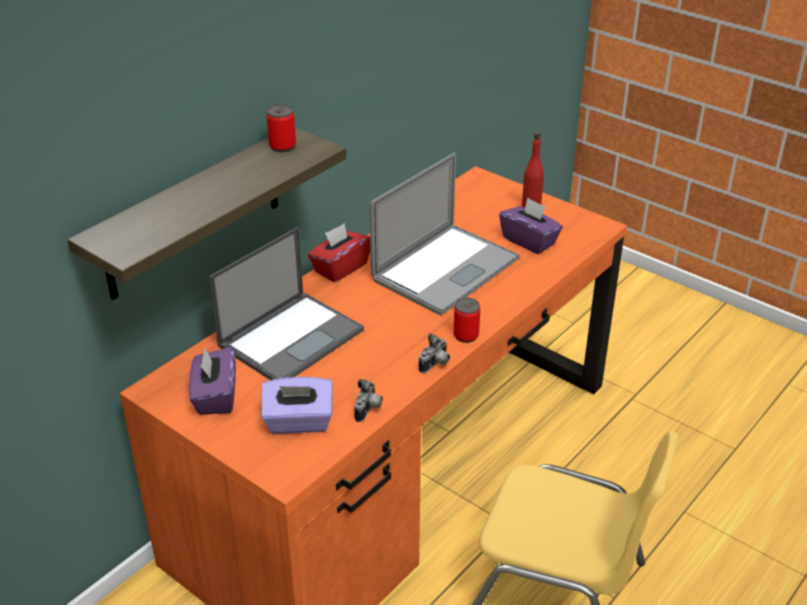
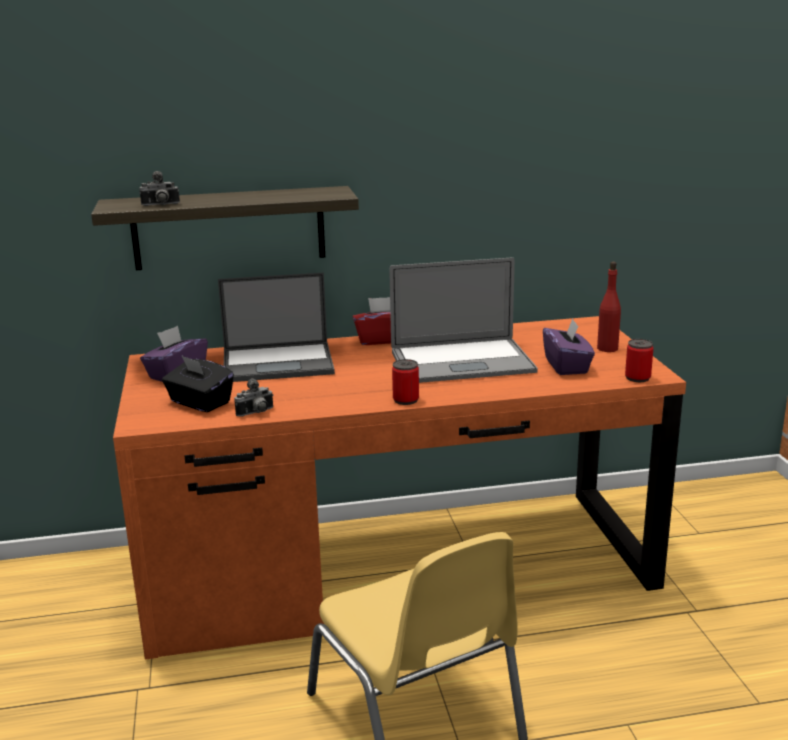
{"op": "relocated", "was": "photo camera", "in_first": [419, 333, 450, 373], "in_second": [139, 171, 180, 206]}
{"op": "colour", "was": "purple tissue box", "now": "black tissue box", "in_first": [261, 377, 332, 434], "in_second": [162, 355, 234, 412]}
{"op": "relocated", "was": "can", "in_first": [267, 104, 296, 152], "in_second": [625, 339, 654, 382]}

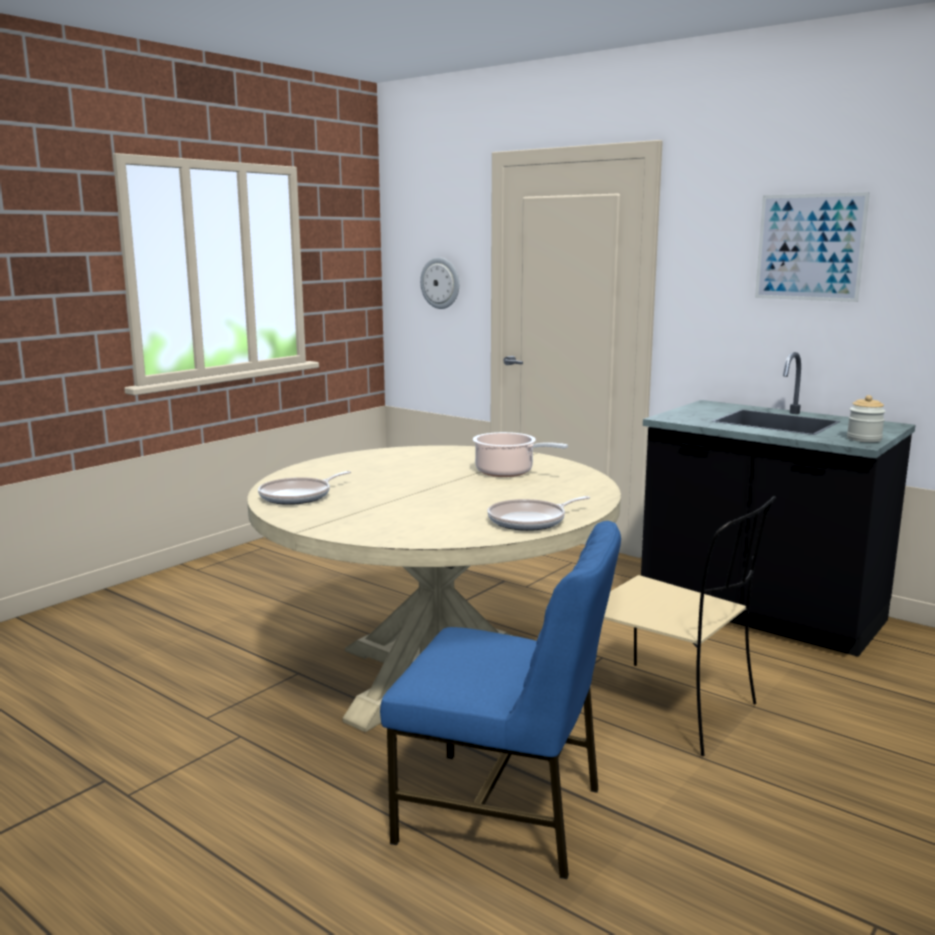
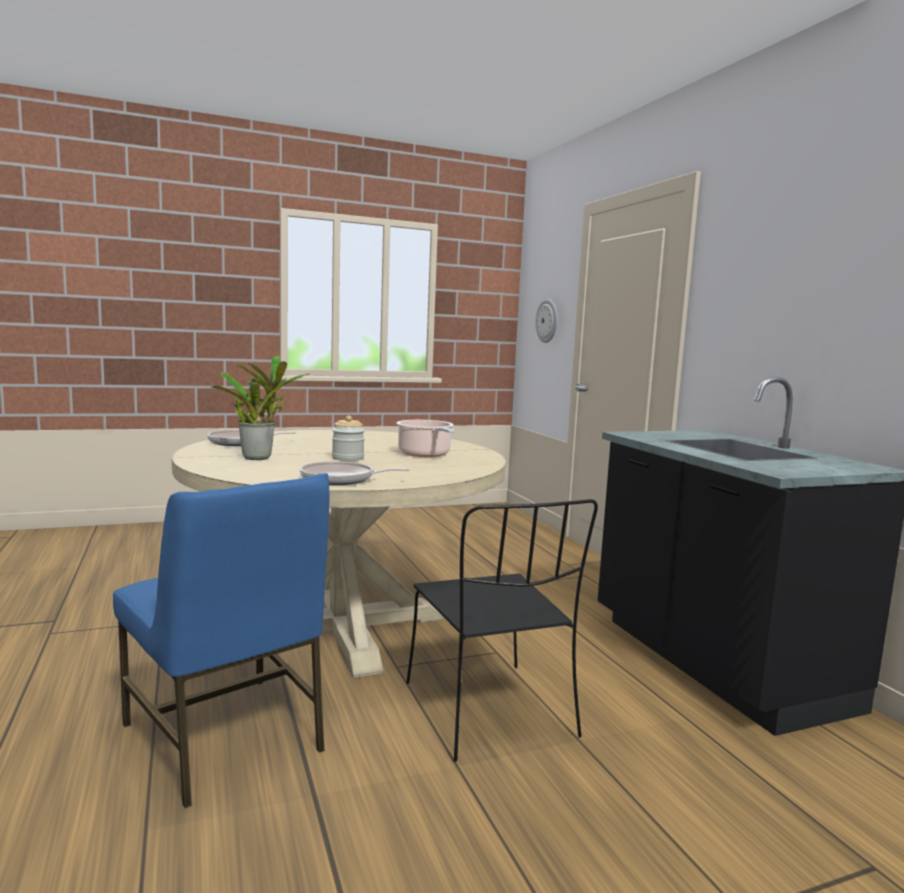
{"op": "appeared", "now": "potted plant", "in_second": [210, 355, 310, 460]}
{"op": "relocated", "was": "jar", "in_first": [847, 395, 886, 442], "in_second": [332, 415, 365, 461]}
{"op": "colour", "was": "beige chair", "now": "black chair", "in_first": [604, 496, 776, 756], "in_second": [406, 499, 598, 762]}
{"op": "missing", "was": "picture", "in_first": [755, 192, 870, 302]}

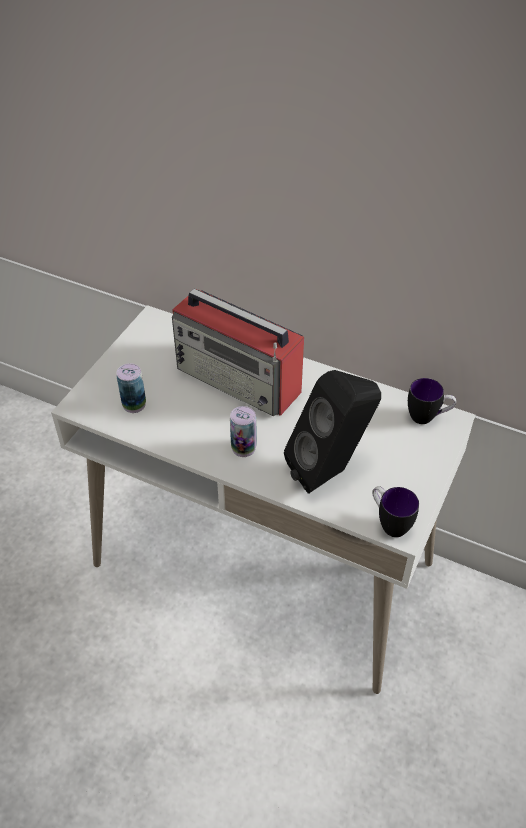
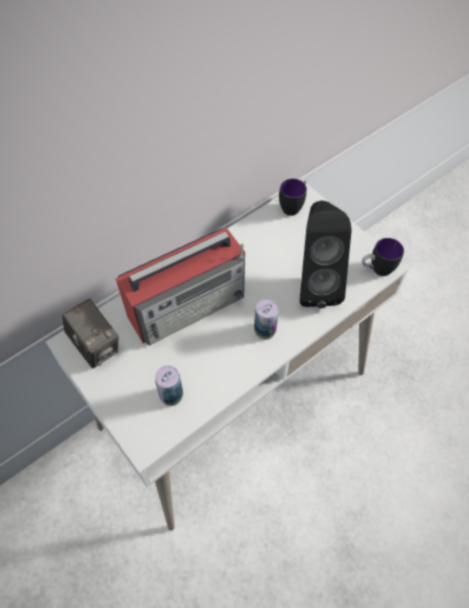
{"op": "appeared", "now": "photo camera", "in_second": [62, 299, 119, 368]}

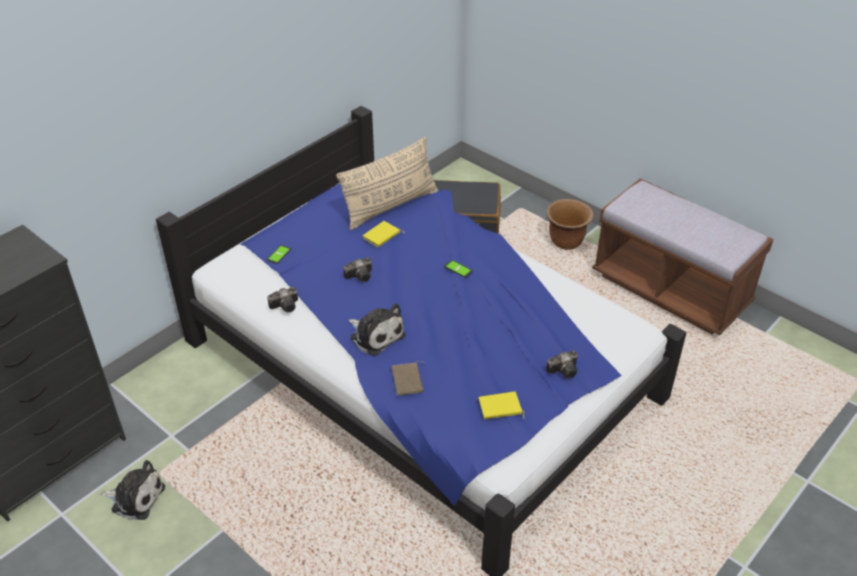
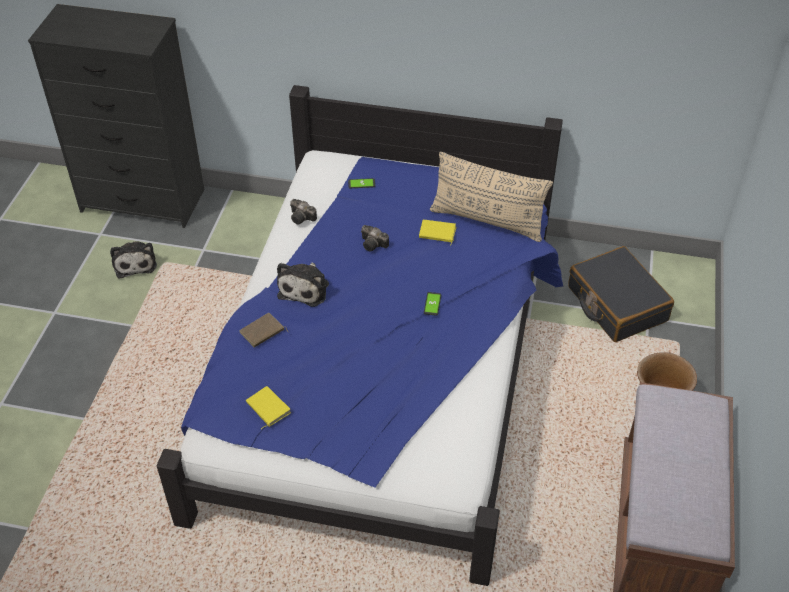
{"op": "missing", "was": "photo camera", "in_first": [546, 350, 578, 378]}

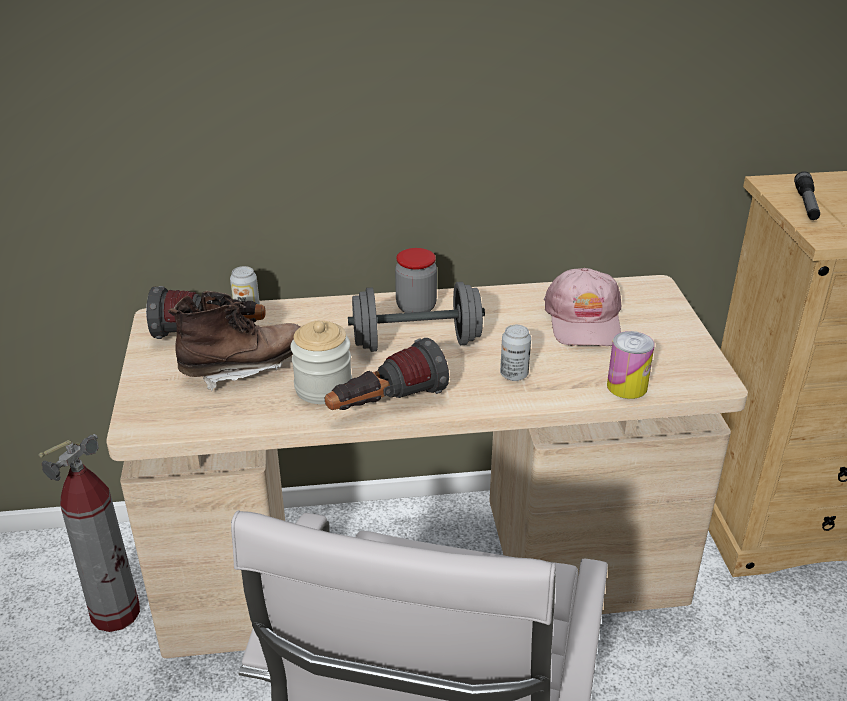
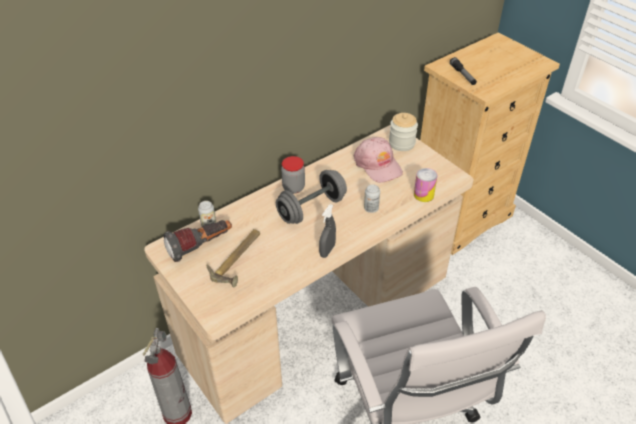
{"op": "exchanged", "was": "brown boot", "now": "hammer", "in_first": [168, 291, 300, 391], "in_second": [206, 229, 260, 288]}
{"op": "exchanged", "was": "flashlight", "now": "grey spray bottle", "in_first": [325, 338, 449, 410], "in_second": [319, 204, 336, 258]}
{"op": "relocated", "was": "jar", "in_first": [290, 321, 352, 404], "in_second": [389, 113, 418, 151]}

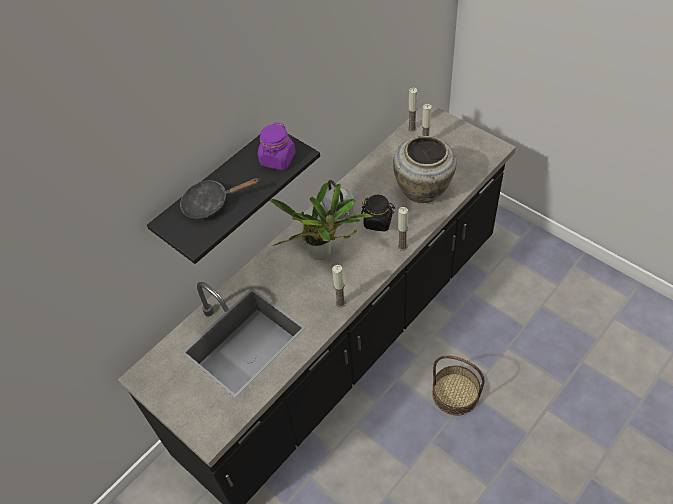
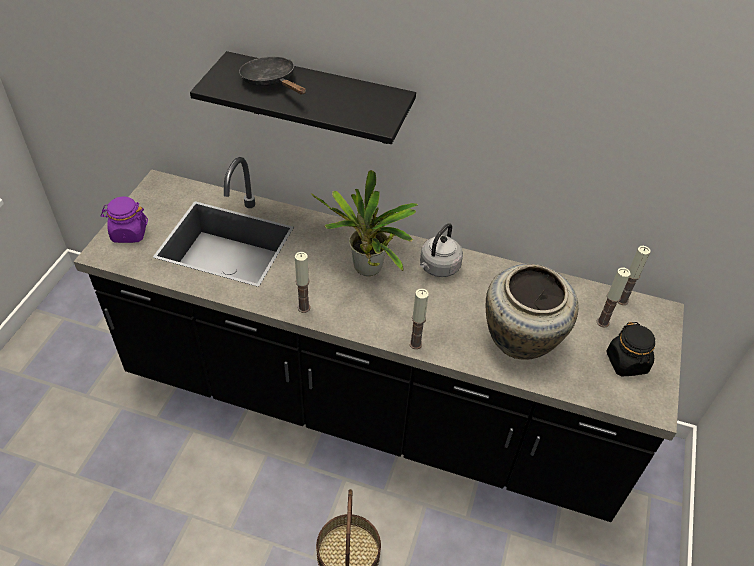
{"op": "relocated", "was": "purple jar", "in_first": [258, 122, 296, 170], "in_second": [100, 197, 148, 243]}
{"op": "relocated", "was": "black jar", "in_first": [361, 195, 395, 232], "in_second": [606, 322, 655, 376]}

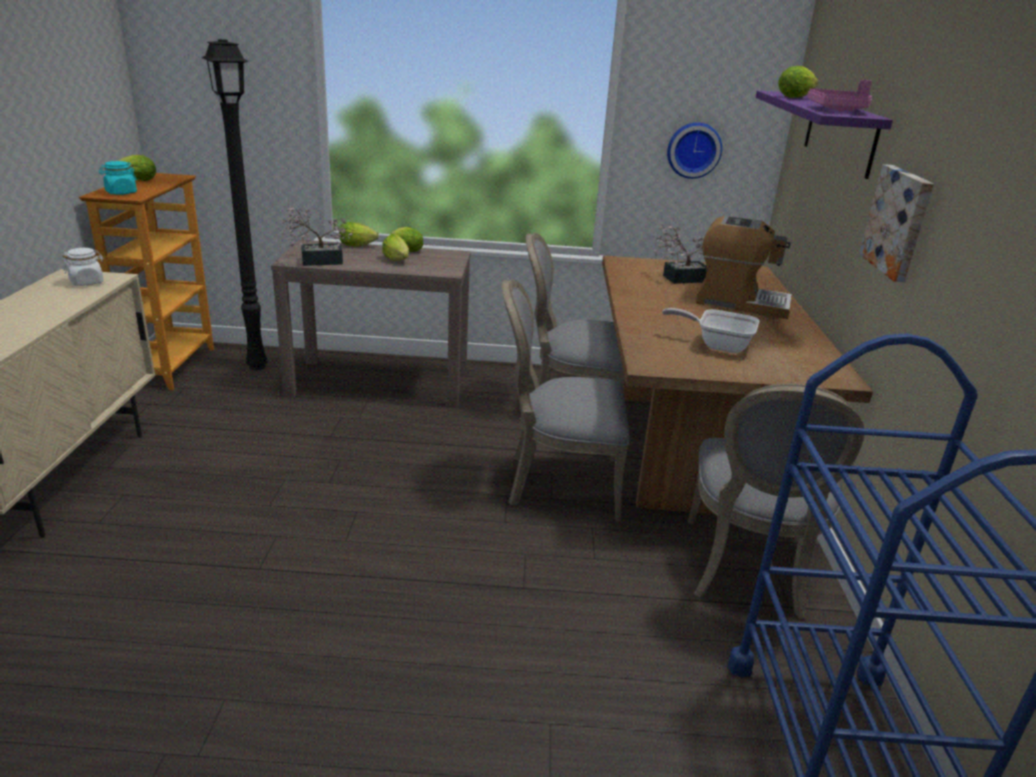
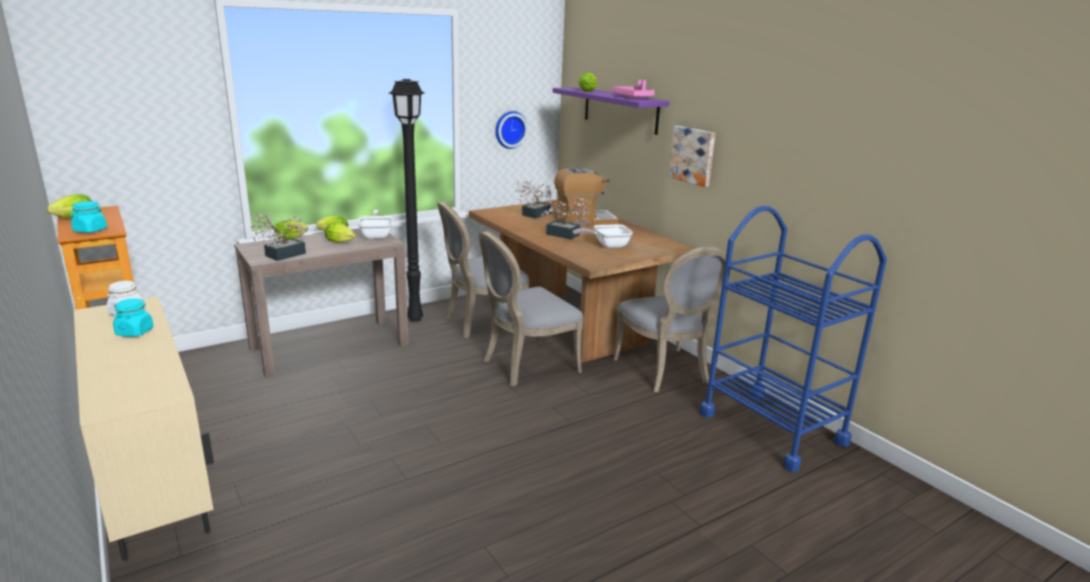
{"op": "appeared", "now": "turquoise jar", "in_second": [113, 298, 154, 337]}
{"op": "appeared", "now": "frying pan", "in_second": [358, 210, 392, 239]}
{"op": "relocated", "was": "black floor lamp", "in_first": [202, 39, 268, 370], "in_second": [389, 79, 424, 322]}
{"op": "appeared", "now": "potted plant", "in_second": [541, 198, 591, 239]}

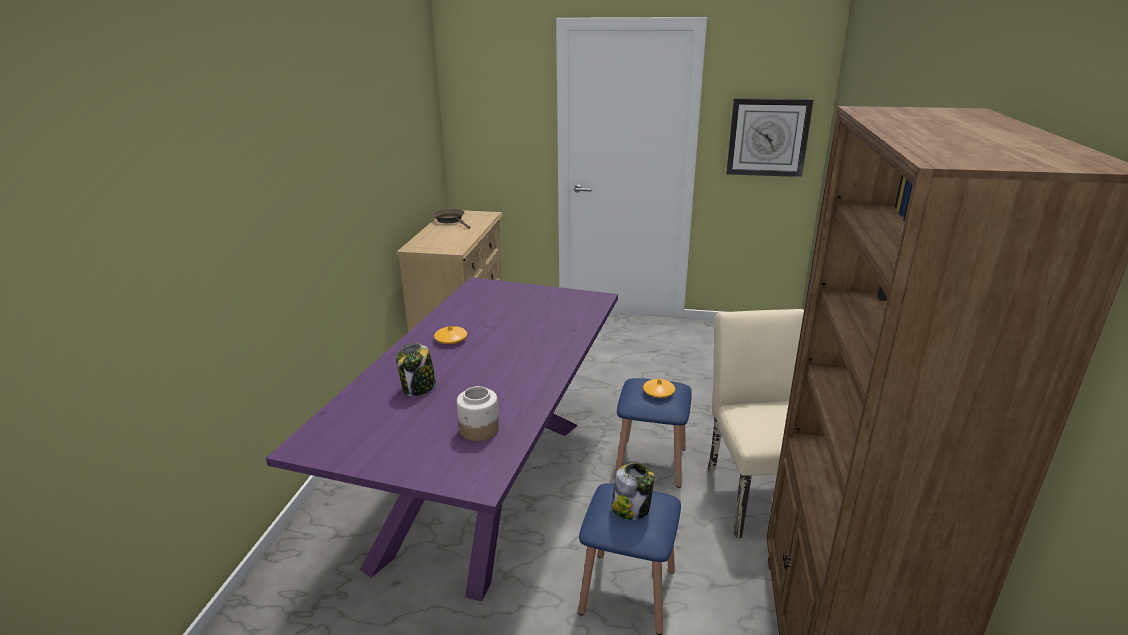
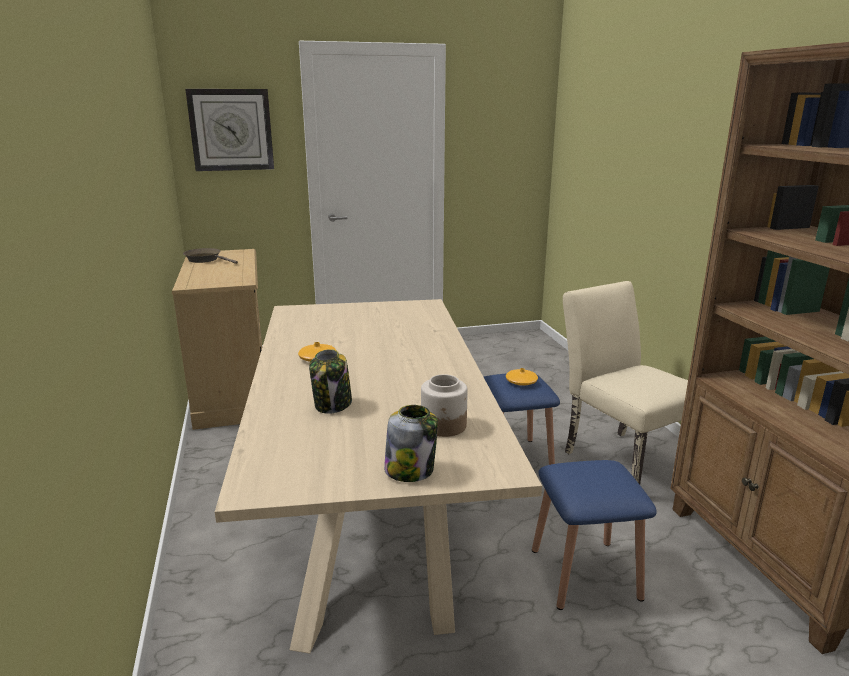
{"op": "relocated", "was": "wall clock", "in_first": [726, 98, 813, 177], "in_second": [185, 89, 274, 171]}
{"op": "colour", "was": "purple dining table", "now": "beige dining table", "in_first": [266, 277, 618, 601], "in_second": [215, 299, 542, 653]}
{"op": "relocated", "was": "jar", "in_first": [611, 463, 654, 520], "in_second": [384, 405, 438, 482]}

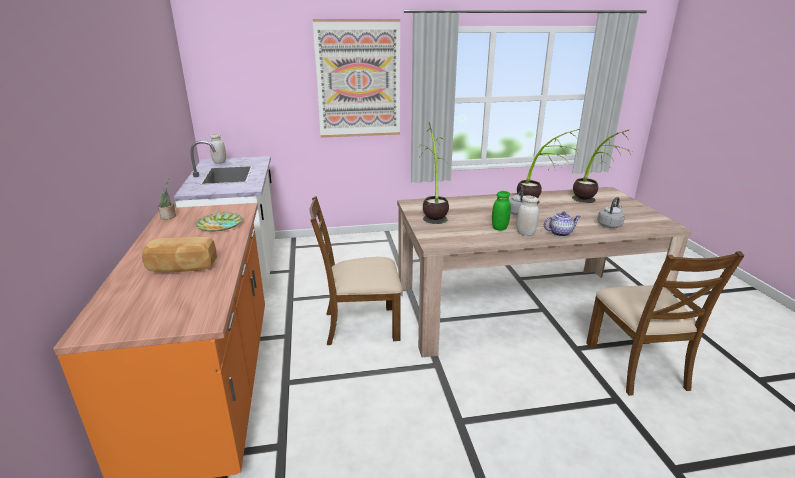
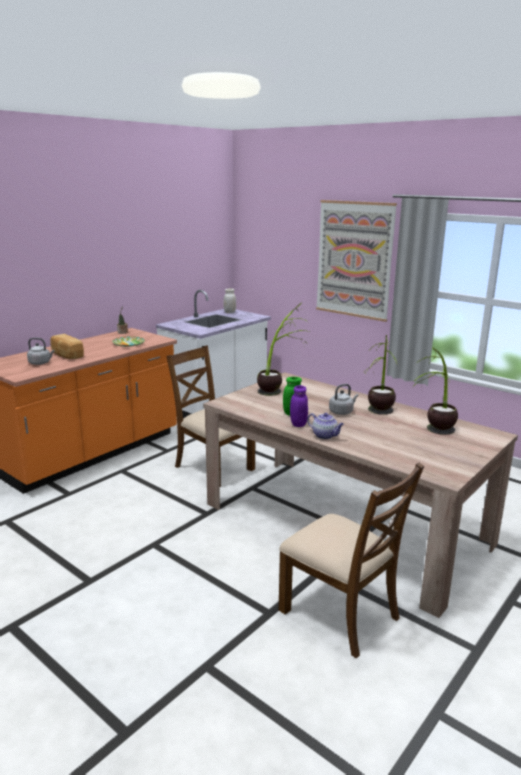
{"op": "relocated", "was": "grey kettle", "in_first": [597, 197, 625, 228], "in_second": [27, 338, 54, 365]}
{"op": "spun", "was": "brown chair", "in_first": [586, 251, 744, 396], "in_second": [279, 463, 424, 658], "clockwise": -90}
{"op": "colour", "was": "white jar", "now": "purple jar", "in_first": [516, 195, 539, 236], "in_second": [290, 385, 308, 427]}

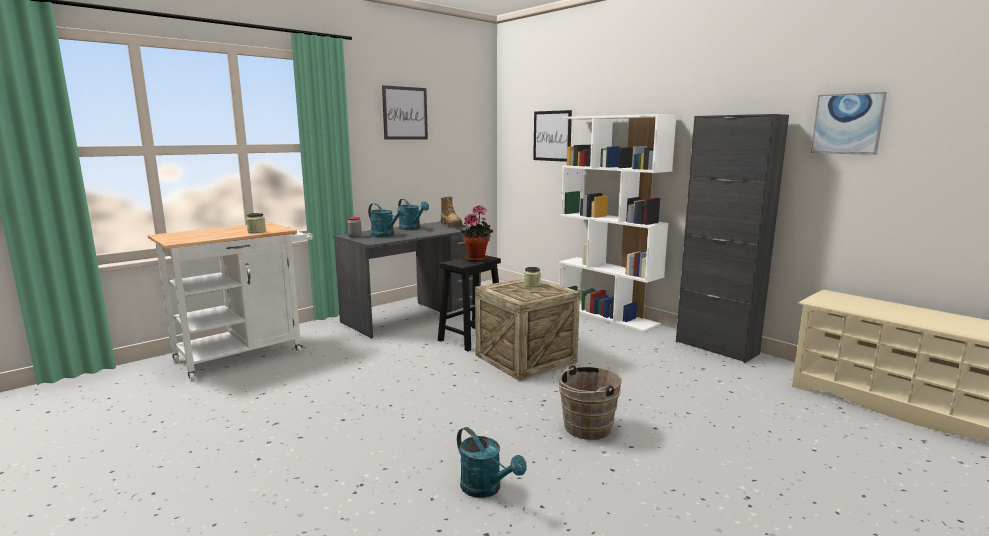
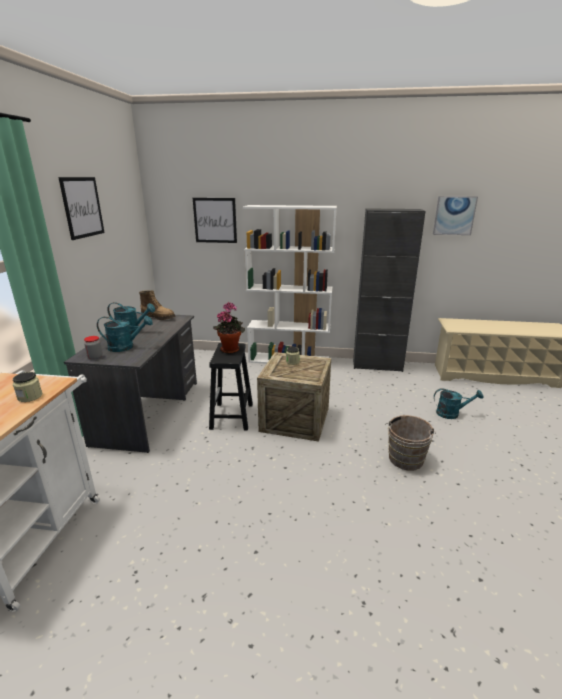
{"op": "relocated", "was": "turquoise watering can", "in_first": [457, 427, 527, 498], "in_second": [434, 388, 484, 419]}

